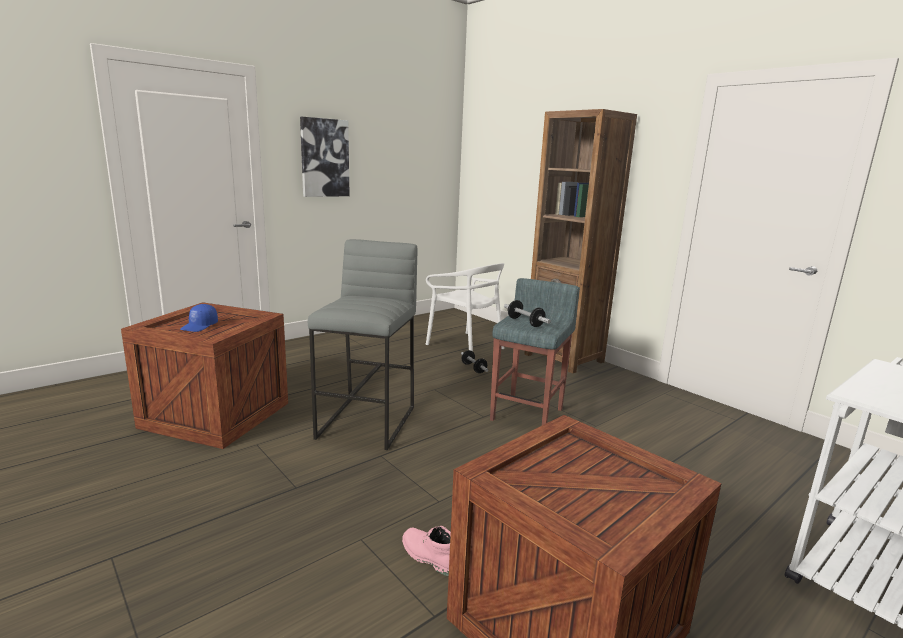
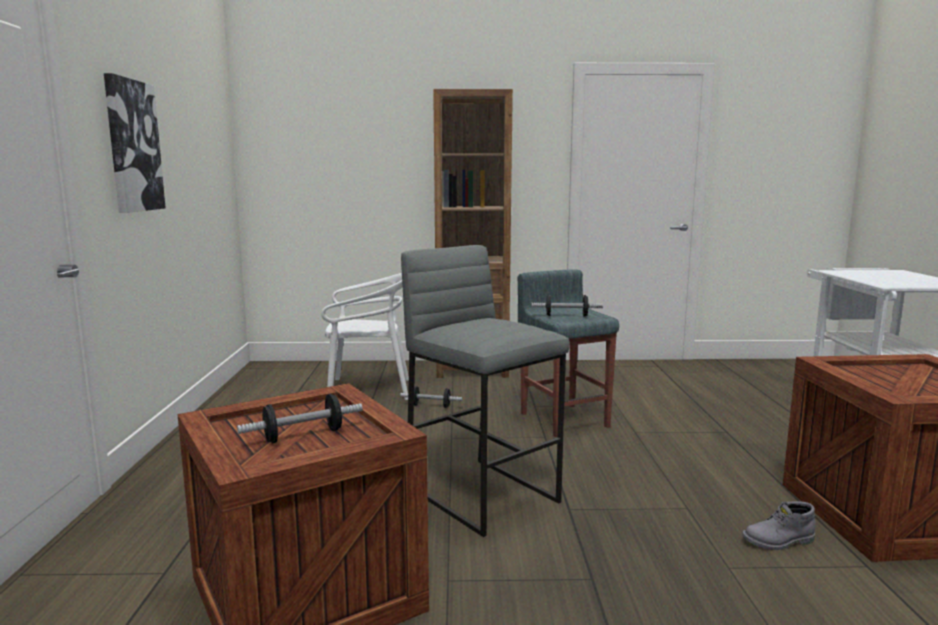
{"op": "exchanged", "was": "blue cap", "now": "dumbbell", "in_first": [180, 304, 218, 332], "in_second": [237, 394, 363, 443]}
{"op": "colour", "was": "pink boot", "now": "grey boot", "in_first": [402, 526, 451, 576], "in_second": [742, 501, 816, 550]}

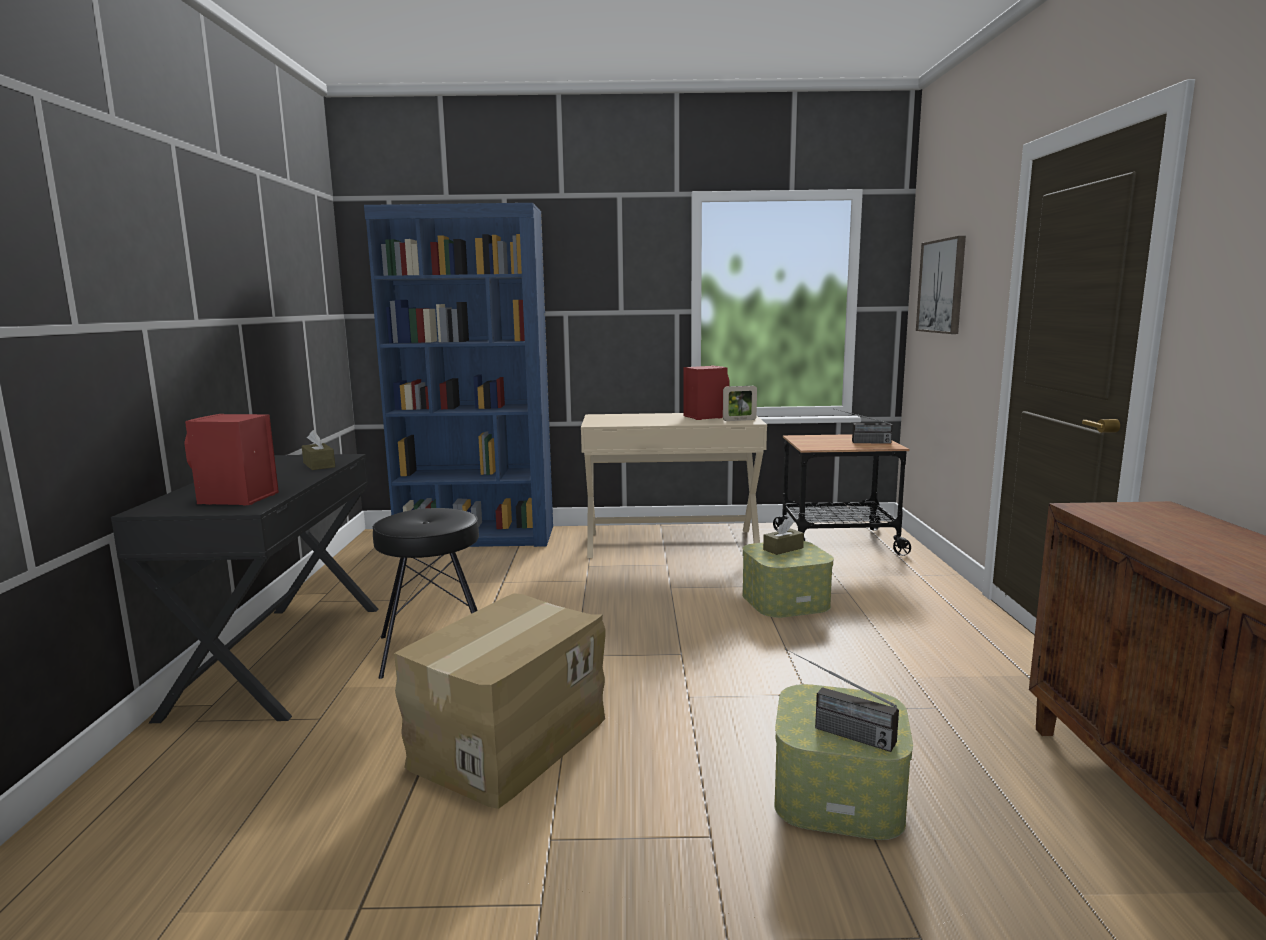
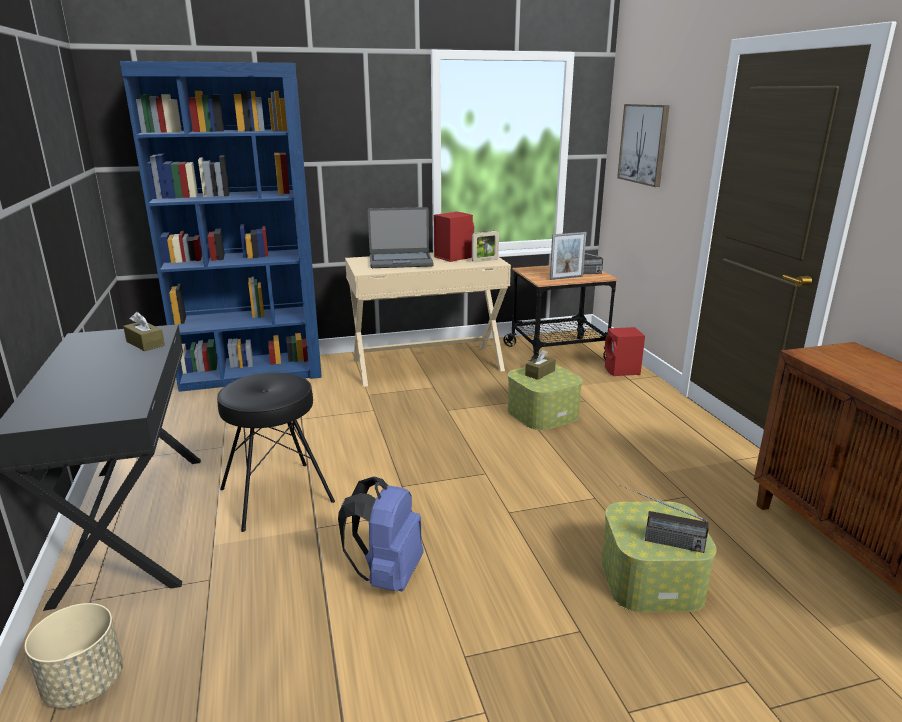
{"op": "appeared", "now": "beige planter", "in_second": [25, 603, 123, 708]}
{"op": "exchanged", "was": "cardboard box", "now": "blue backpack", "in_first": [394, 593, 606, 809], "in_second": [338, 476, 424, 591]}
{"op": "appeared", "now": "laptop", "in_second": [368, 207, 434, 268]}
{"op": "appeared", "now": "picture frame", "in_second": [550, 232, 587, 280]}
{"op": "relocated", "was": "red speaker", "in_first": [184, 414, 279, 505], "in_second": [605, 327, 645, 376]}

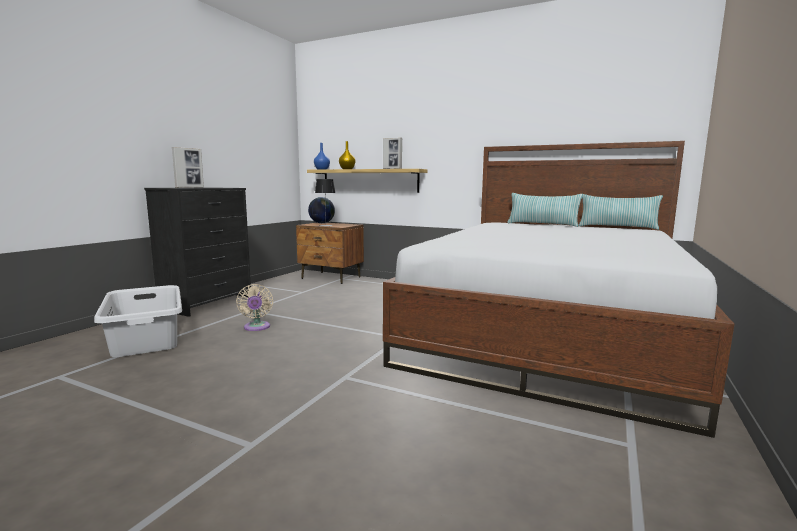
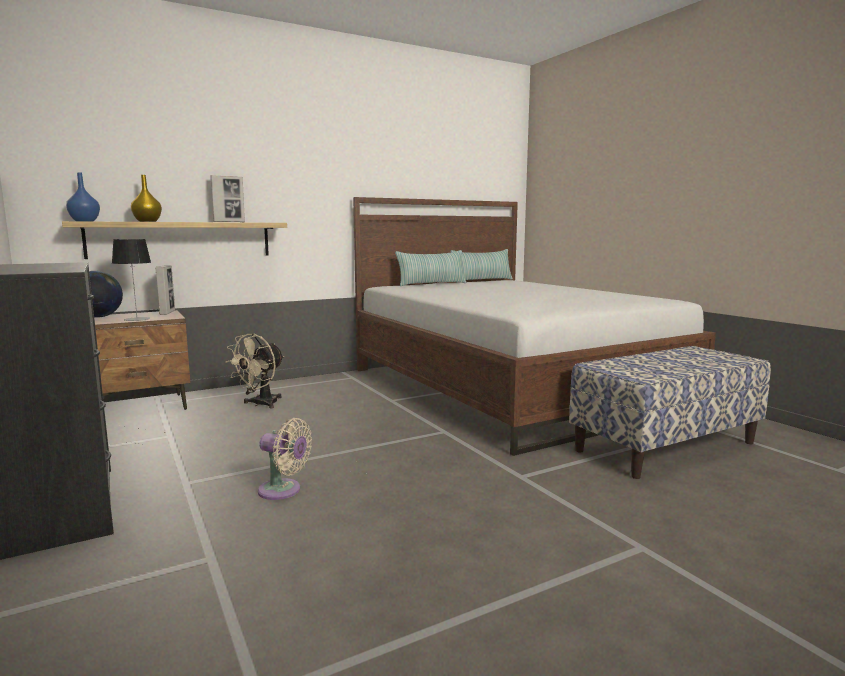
{"op": "relocated", "was": "picture frame", "in_first": [172, 147, 204, 188], "in_second": [155, 265, 175, 315]}
{"op": "appeared", "now": "beige fan", "in_second": [225, 333, 284, 409]}
{"op": "appeared", "now": "bench", "in_second": [569, 346, 771, 479]}
{"op": "missing", "was": "grey laundry basket", "in_first": [94, 285, 182, 357]}

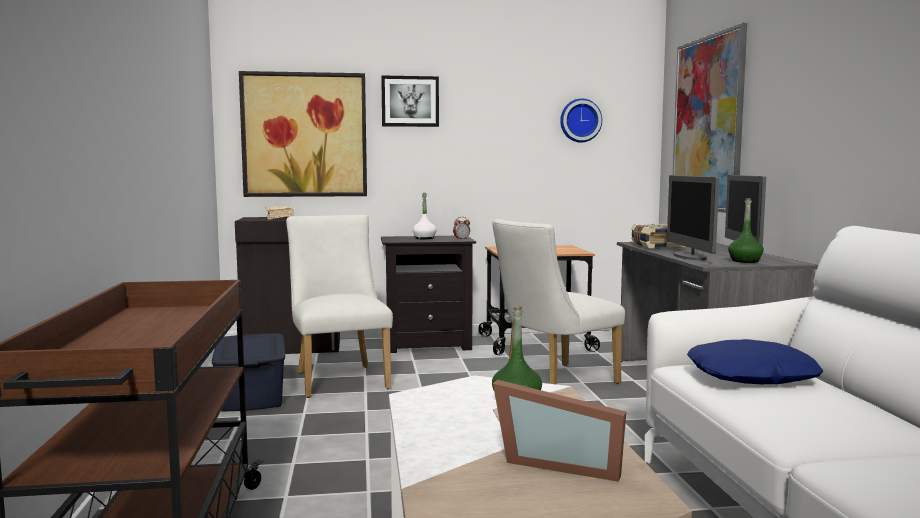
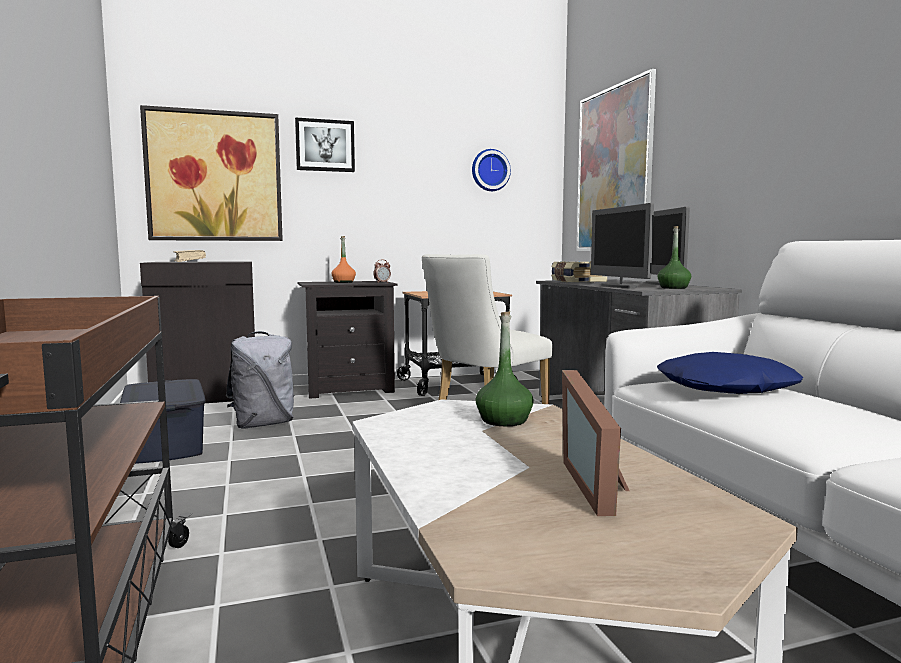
{"op": "exchanged", "was": "white chair", "now": "grey backpack", "in_first": [286, 215, 393, 398], "in_second": [226, 331, 294, 429]}
{"op": "colour", "was": "white bottle", "now": "orange bottle", "in_first": [413, 193, 436, 239], "in_second": [332, 236, 356, 283]}
{"op": "spun", "was": "picture frame", "in_first": [493, 380, 626, 482], "in_second": [562, 370, 630, 516], "clockwise": 75}

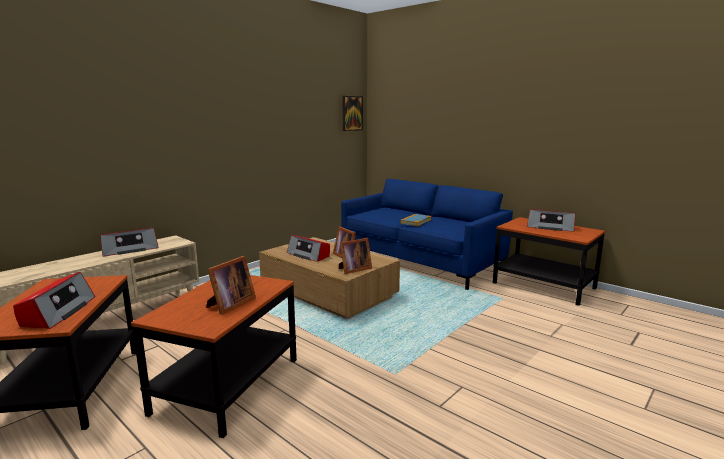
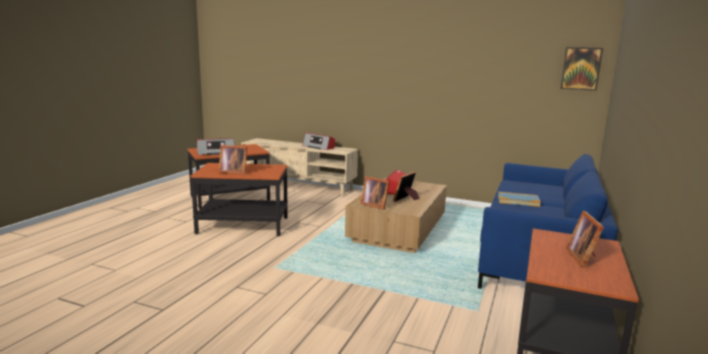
{"op": "exchanged", "was": "radio", "now": "picture frame", "in_first": [527, 209, 575, 232], "in_second": [566, 211, 604, 268]}

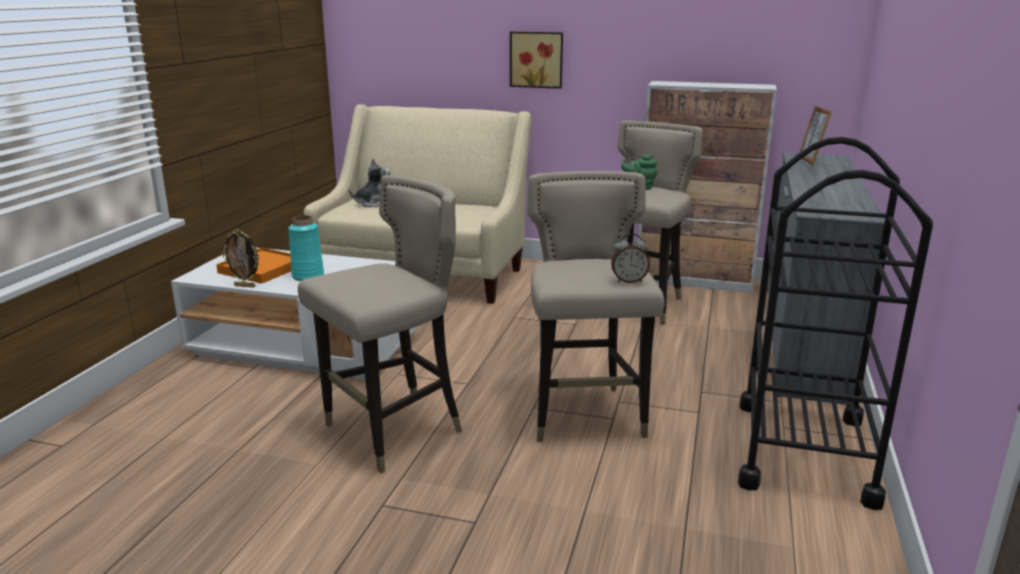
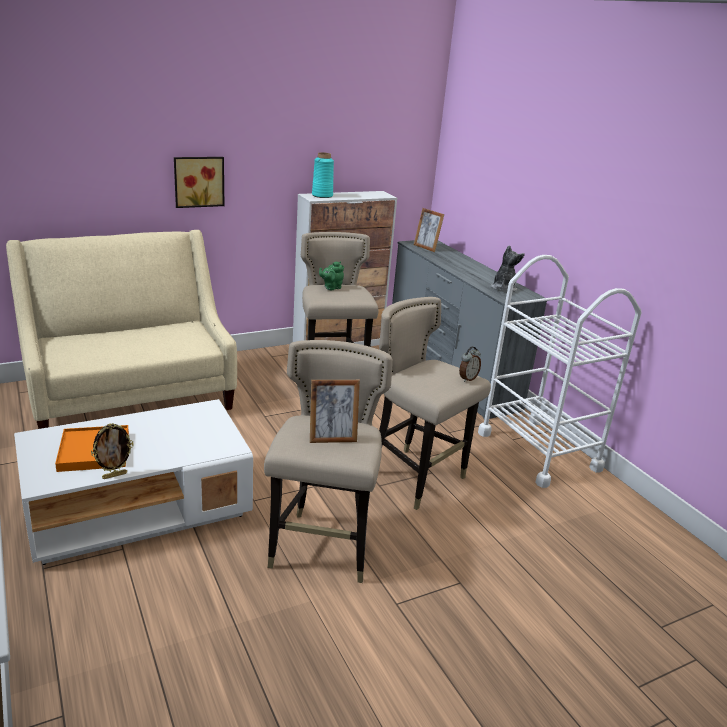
{"op": "appeared", "now": "picture frame", "in_second": [310, 380, 360, 443]}
{"op": "relocated", "was": "turquoise vase", "in_first": [288, 215, 324, 281], "in_second": [312, 152, 334, 198]}
{"op": "colour", "was": "black cart", "now": "white cart", "in_first": [738, 137, 933, 510], "in_second": [478, 255, 642, 488]}
{"op": "relocated", "was": "plush toy", "in_first": [349, 159, 390, 207], "in_second": [491, 245, 525, 292]}

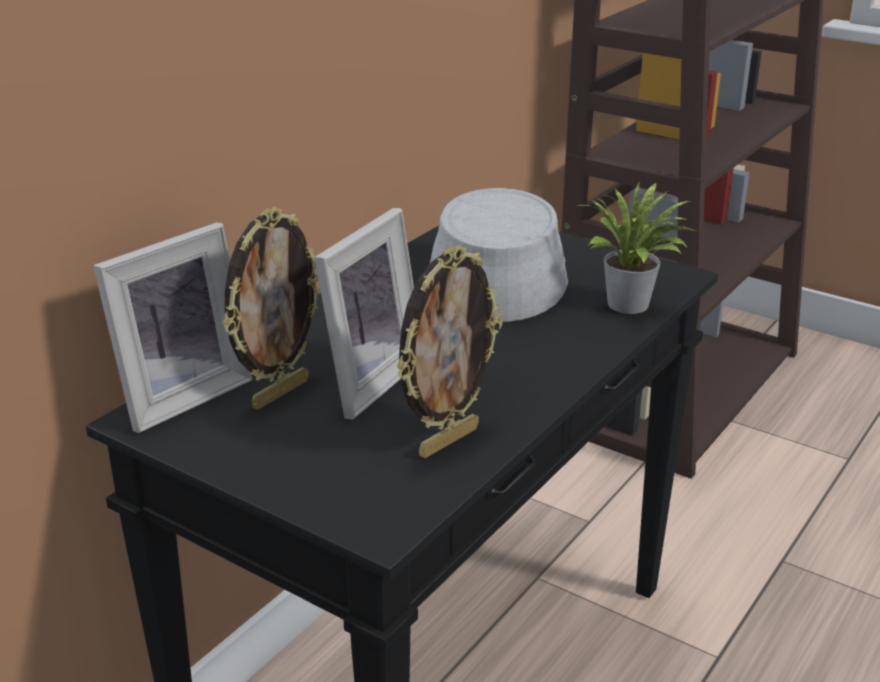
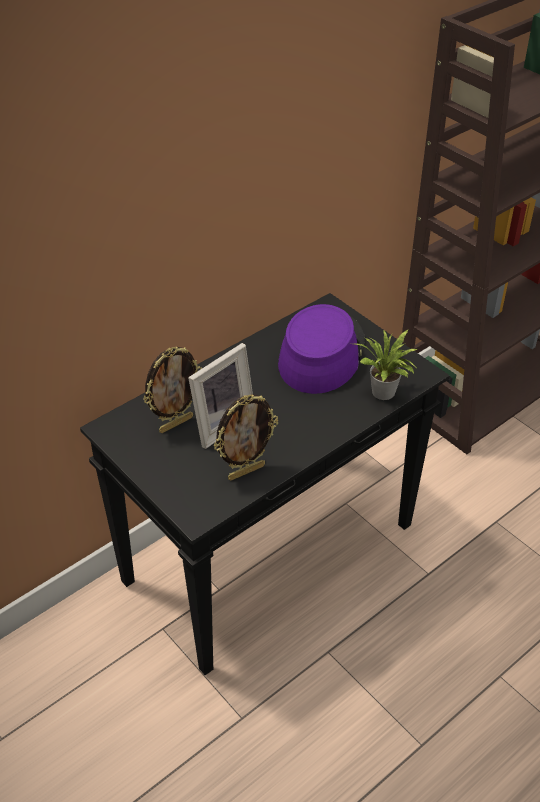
{"op": "colour", "was": "grey hat", "now": "purple hat", "in_first": [430, 188, 568, 322], "in_second": [278, 304, 365, 394]}
{"op": "missing", "was": "picture frame", "in_first": [93, 222, 253, 433]}

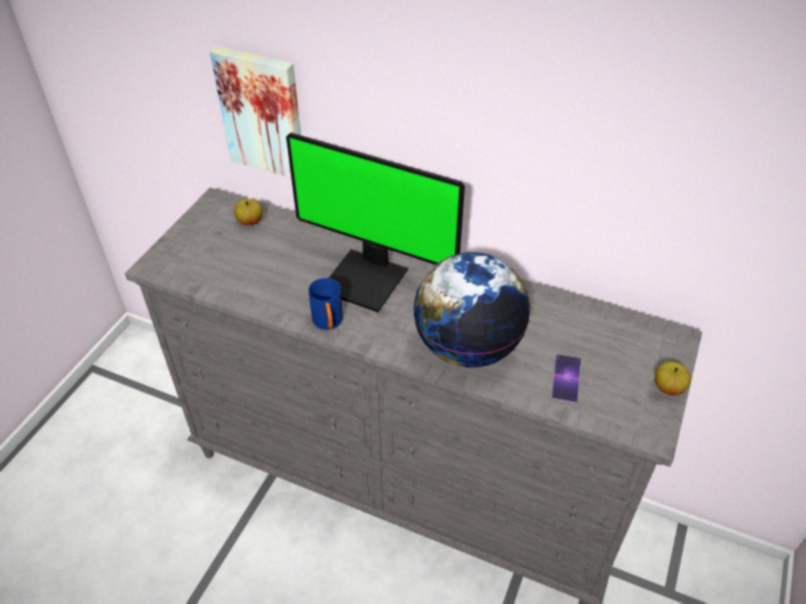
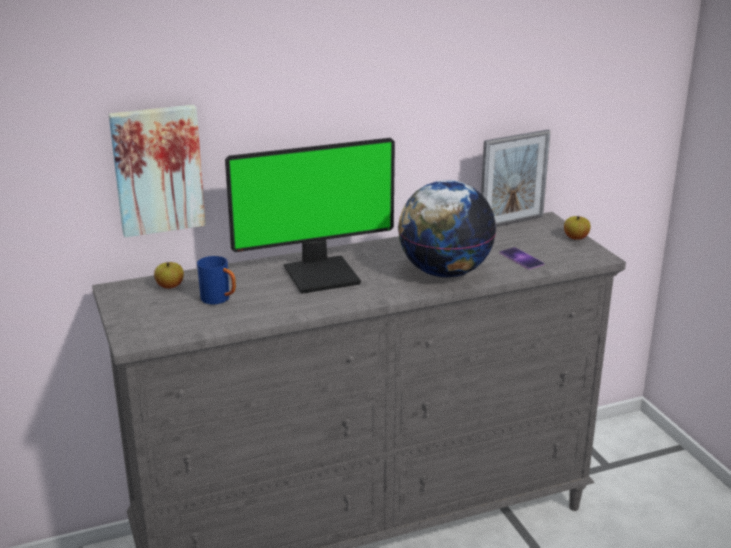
{"op": "relocated", "was": "blue mug", "in_first": [308, 278, 343, 330], "in_second": [197, 256, 236, 304]}
{"op": "appeared", "now": "picture frame", "in_second": [481, 130, 551, 227]}

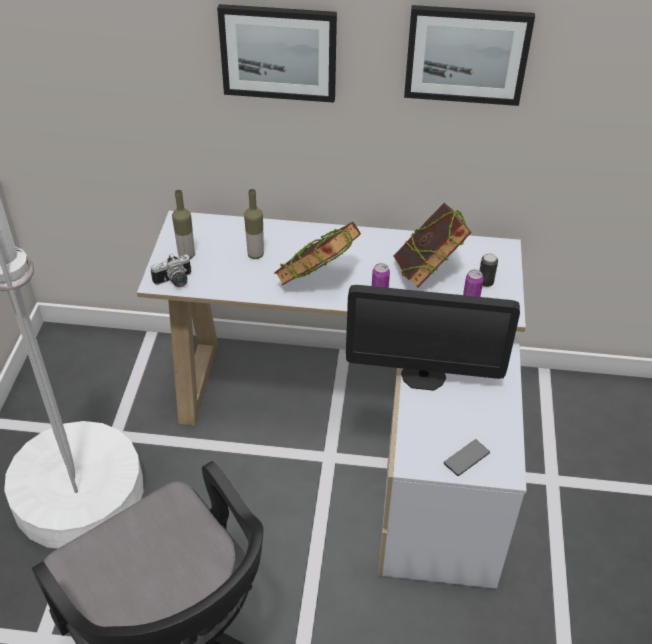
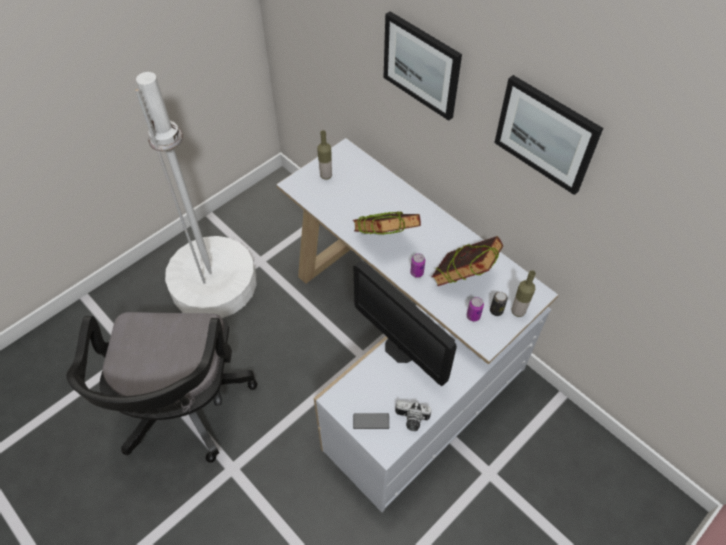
{"op": "relocated", "was": "photo camera", "in_first": [151, 254, 191, 287], "in_second": [395, 401, 431, 431]}
{"op": "relocated", "was": "bottle", "in_first": [244, 189, 264, 259], "in_second": [512, 270, 536, 317]}

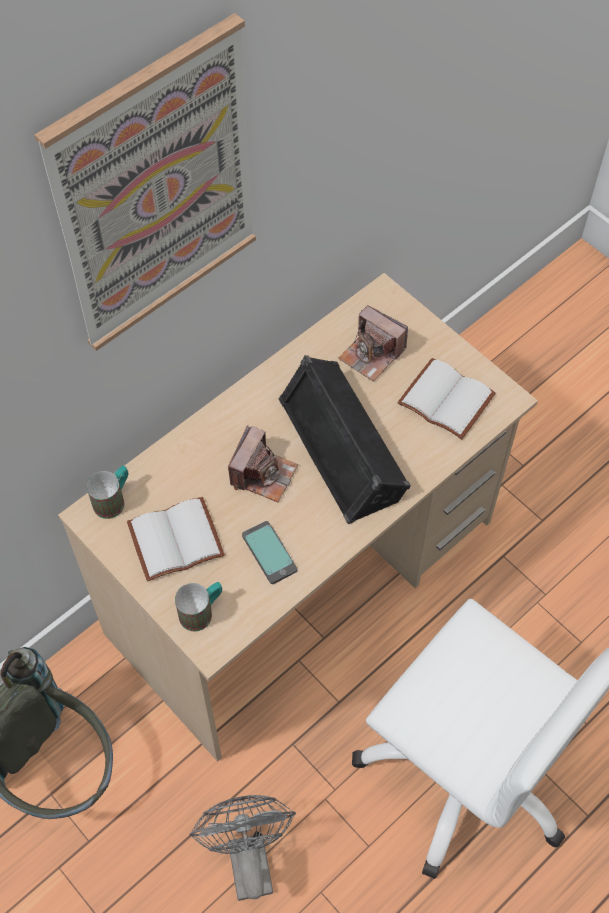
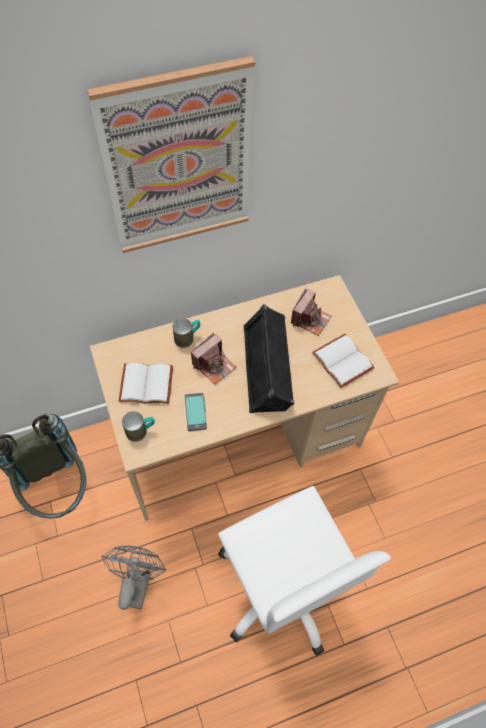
{"op": "relocated", "was": "mug", "in_first": [87, 466, 128, 519], "in_second": [173, 318, 201, 348]}
{"op": "spun", "was": "photo camera", "in_first": [338, 305, 408, 381], "in_second": [291, 288, 332, 336], "clockwise": -120}

